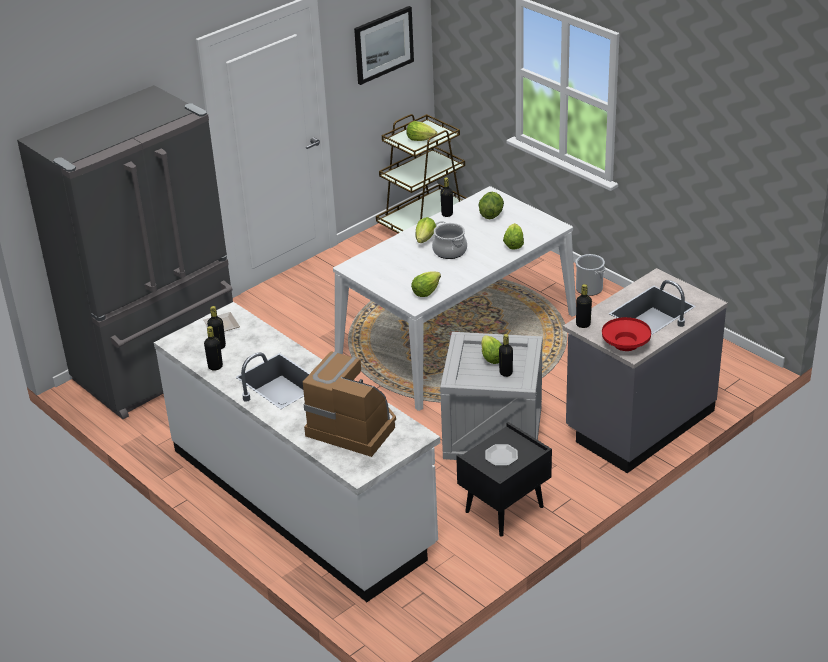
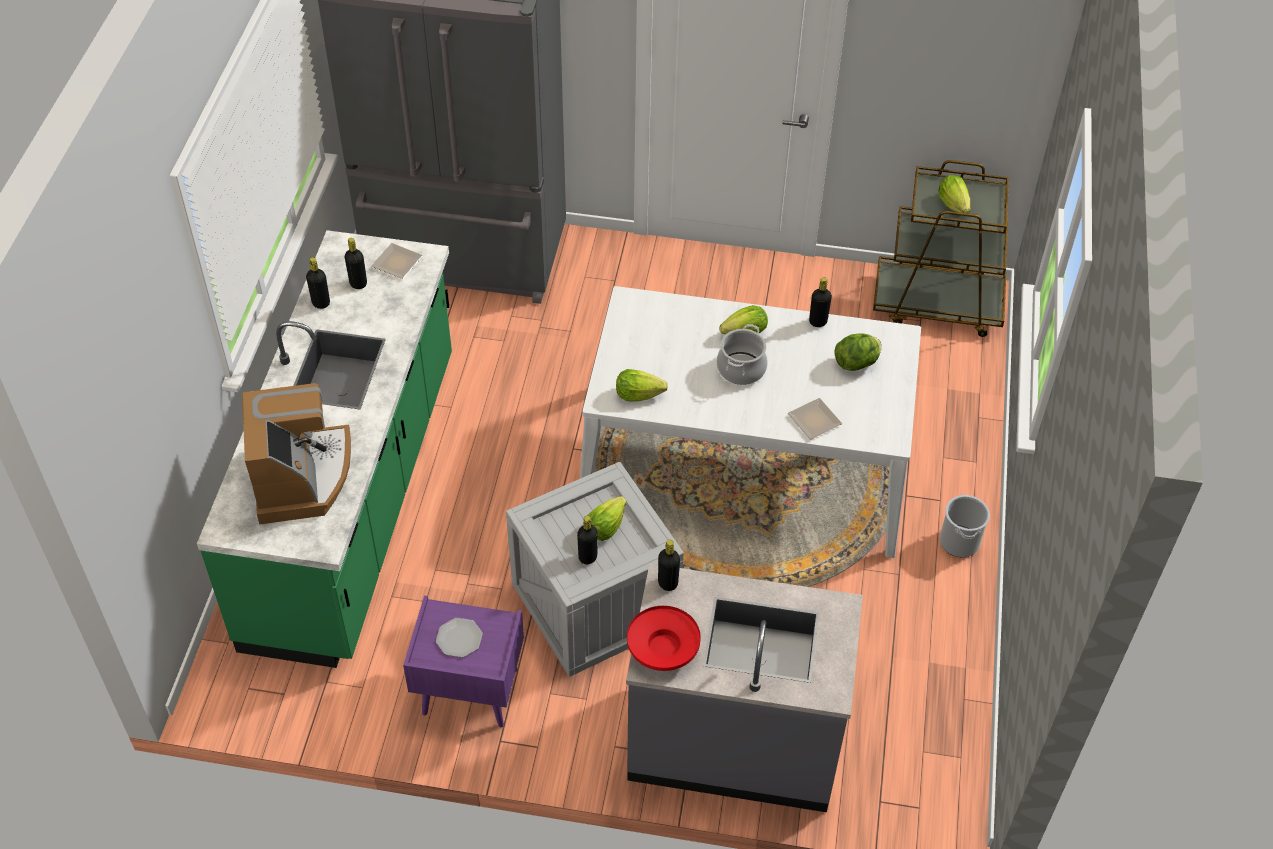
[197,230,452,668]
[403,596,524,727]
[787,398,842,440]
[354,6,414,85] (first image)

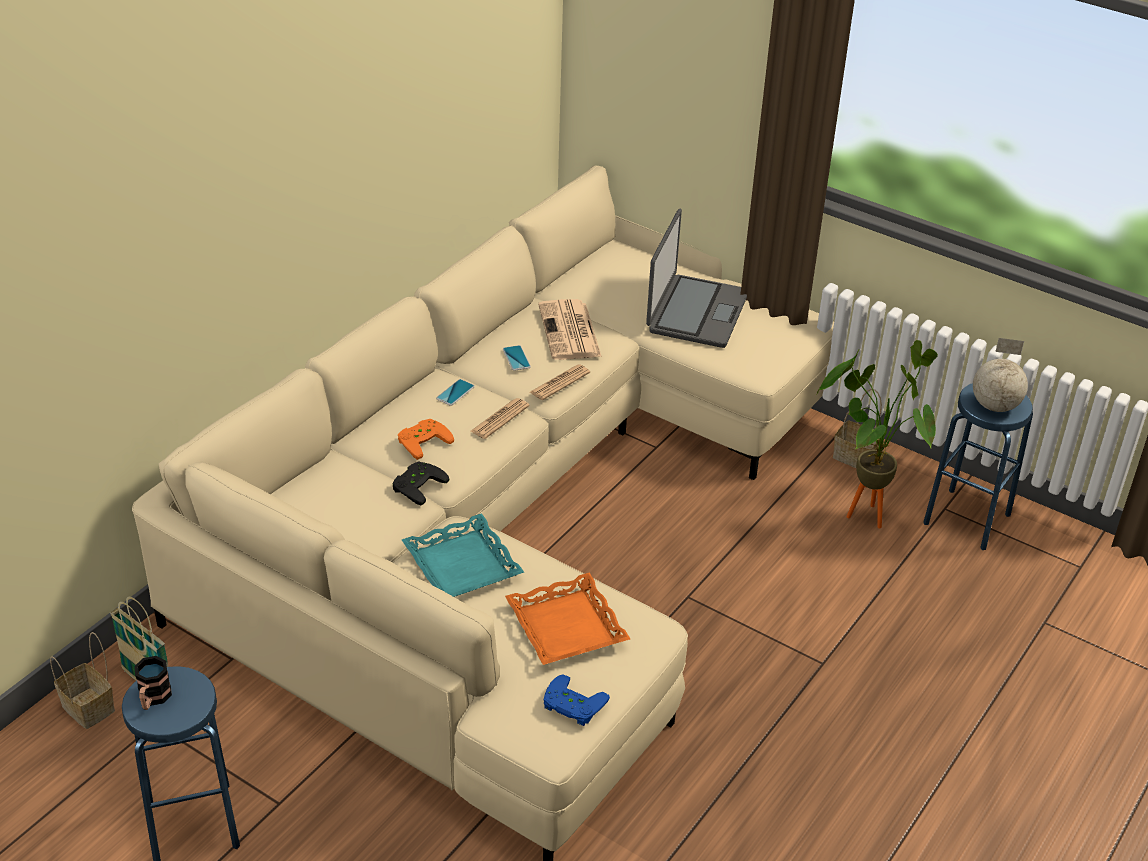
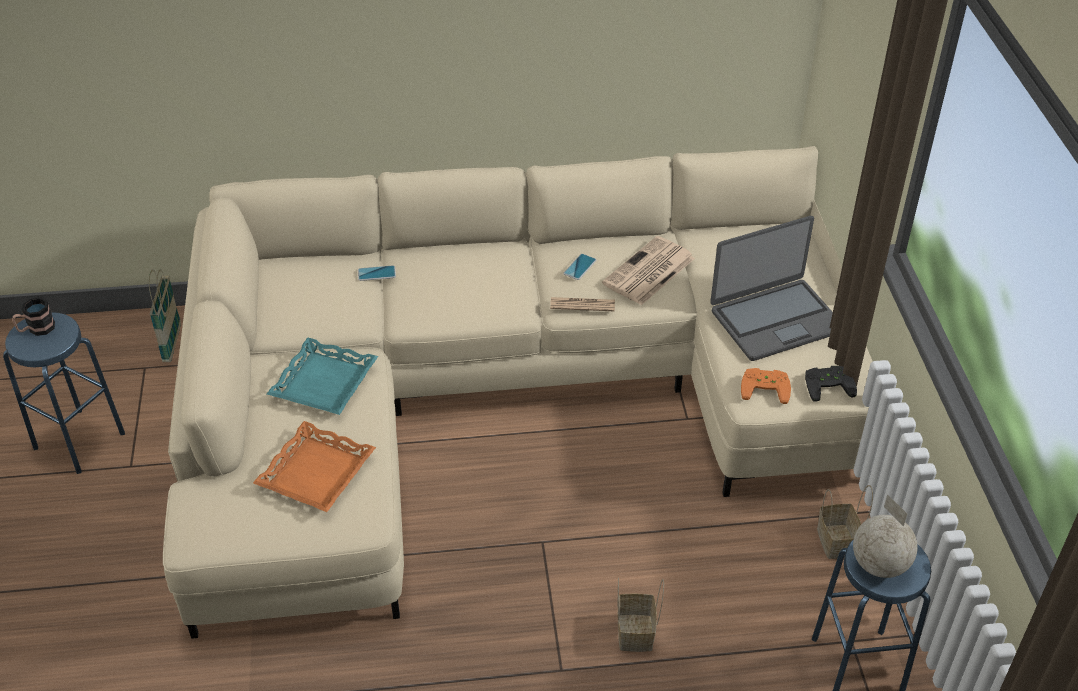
[358,265,396,281]
[617,578,664,652]
[741,368,791,404]
[805,366,857,402]
[470,398,530,439] (first image)
[544,674,610,726] (first image)
[816,340,938,528] (first image)

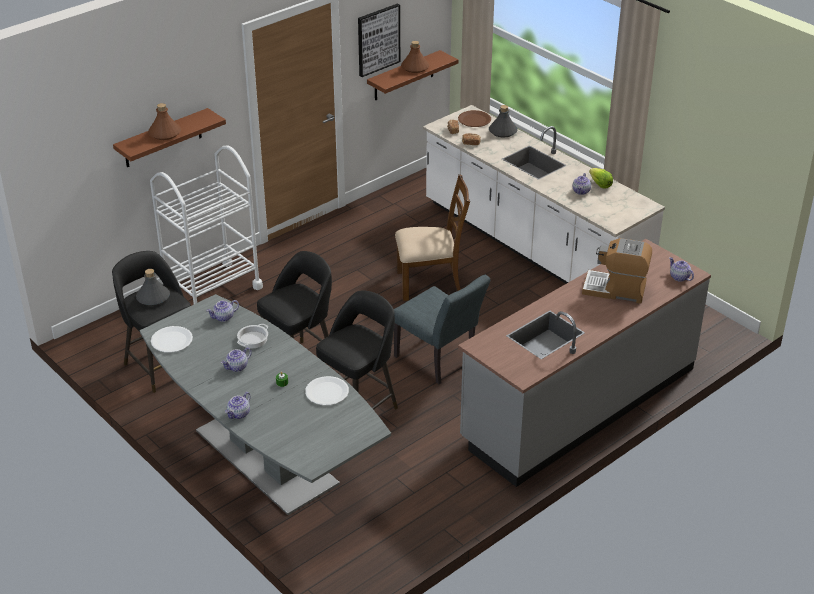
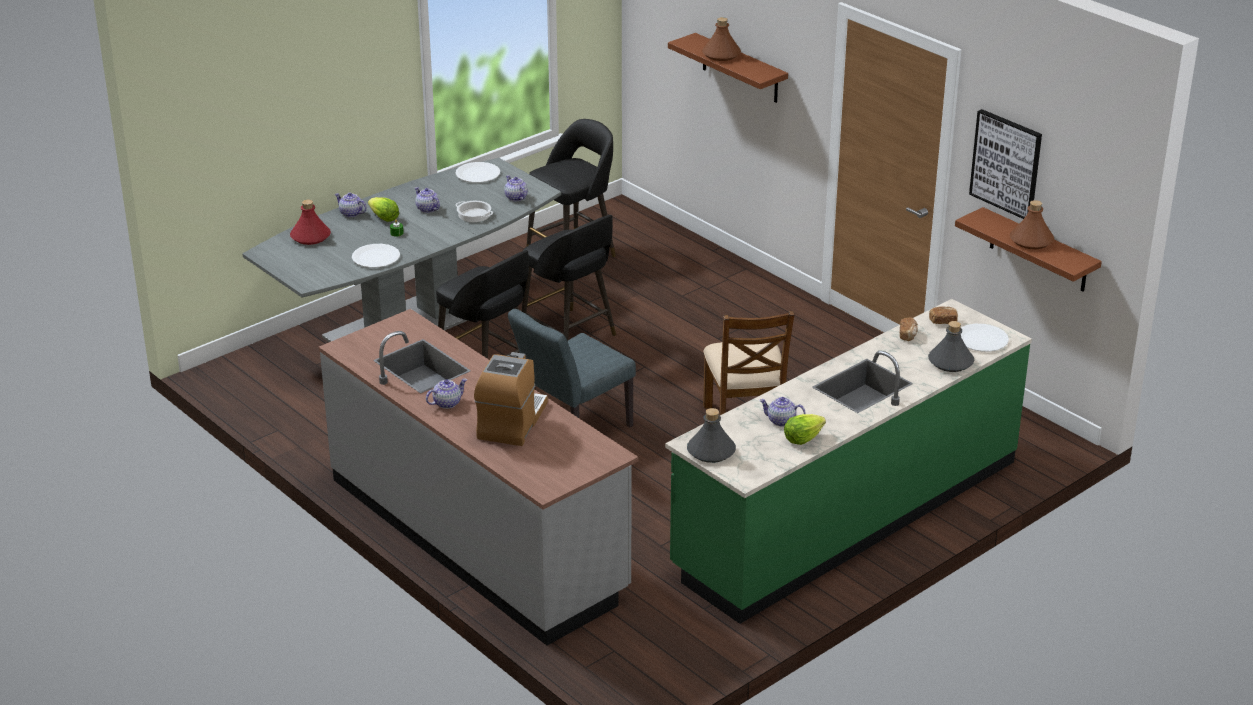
[290,200,331,245]
[368,197,399,222]
[426,378,467,409]
[665,299,1032,624]
[687,408,736,463]
[961,324,1009,352]
[150,146,263,304] (first image)

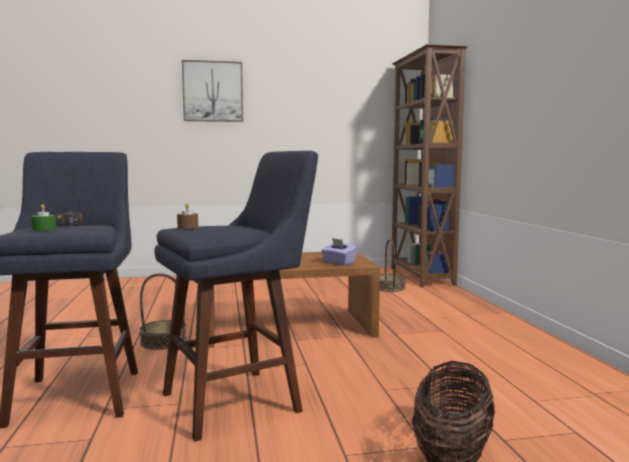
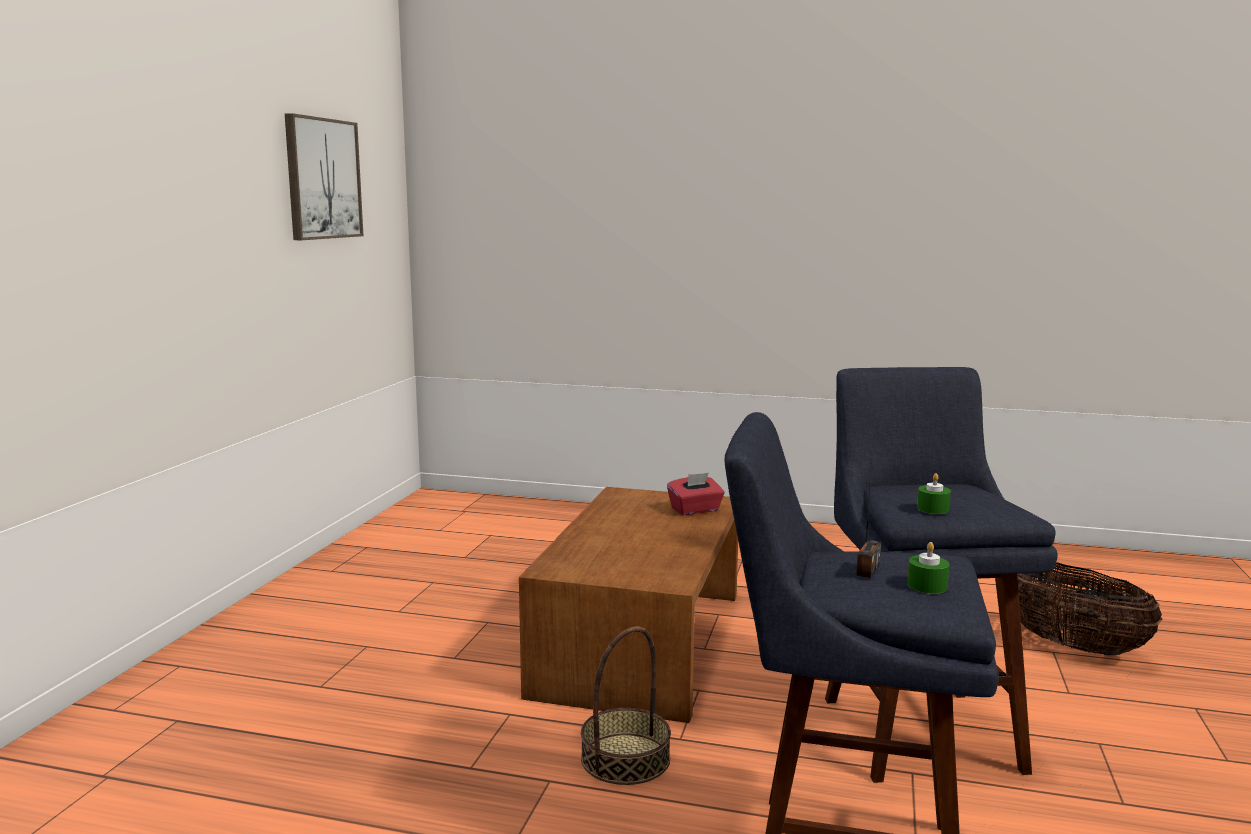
[285,113,364,240]
[667,473,725,515]
[917,473,951,514]
[380,239,406,292] (first image)
[391,44,467,287] (first image)

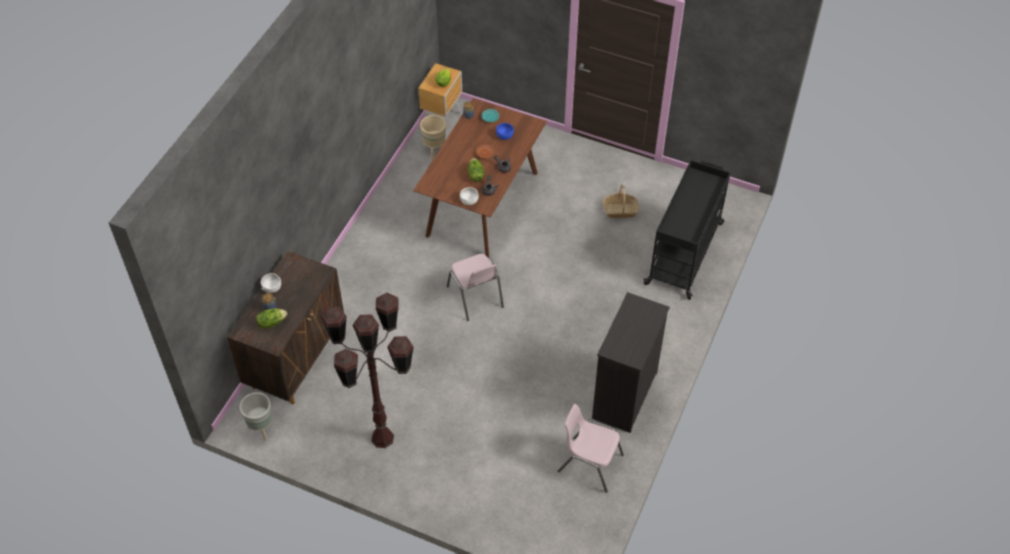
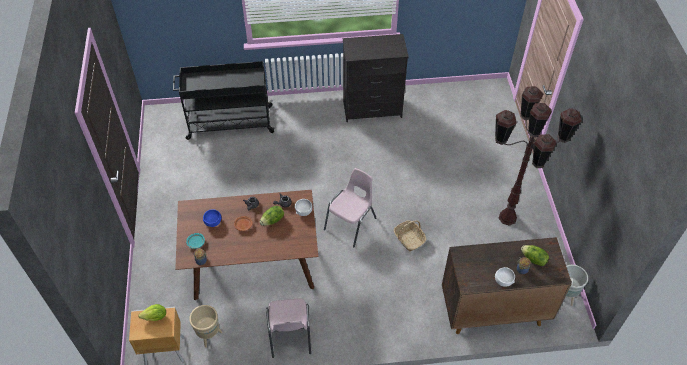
[266,298,311,358]
[394,220,426,251]

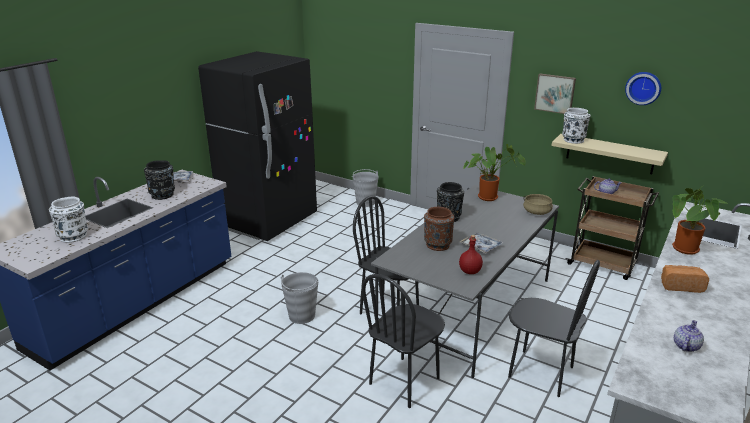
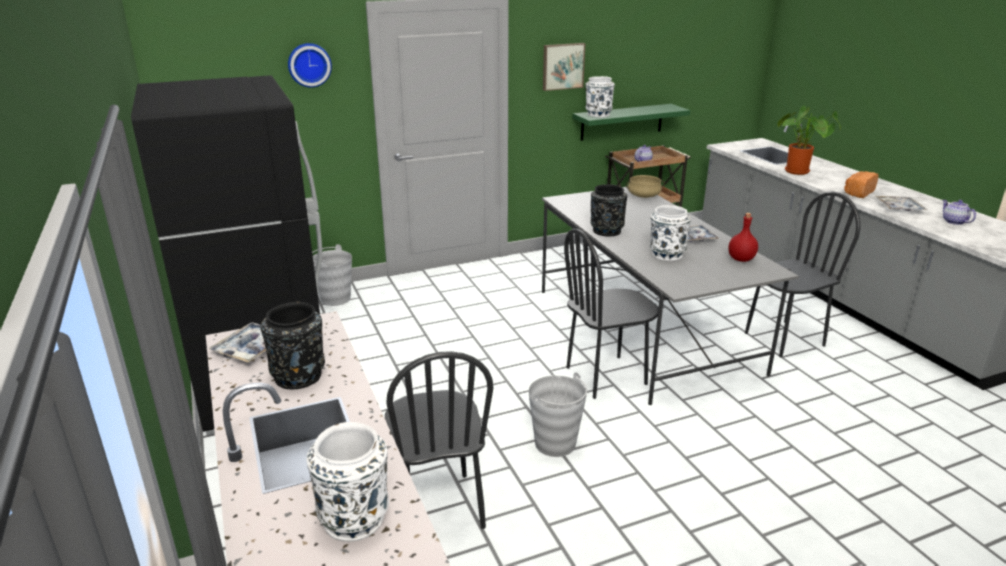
[288,43,332,88]
[385,351,493,529]
[572,104,690,141]
[650,205,691,261]
[876,196,928,211]
[463,144,526,201] (first image)

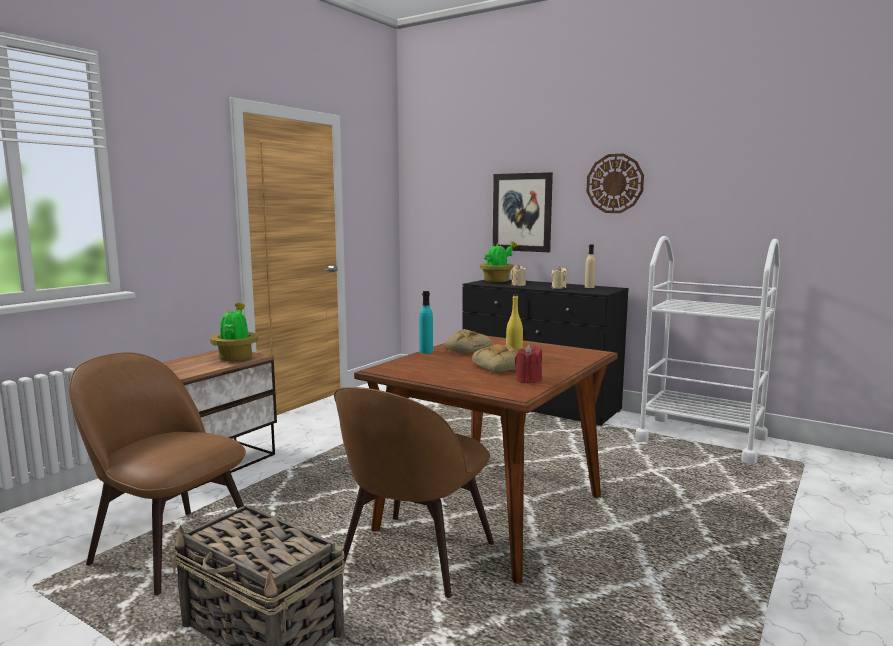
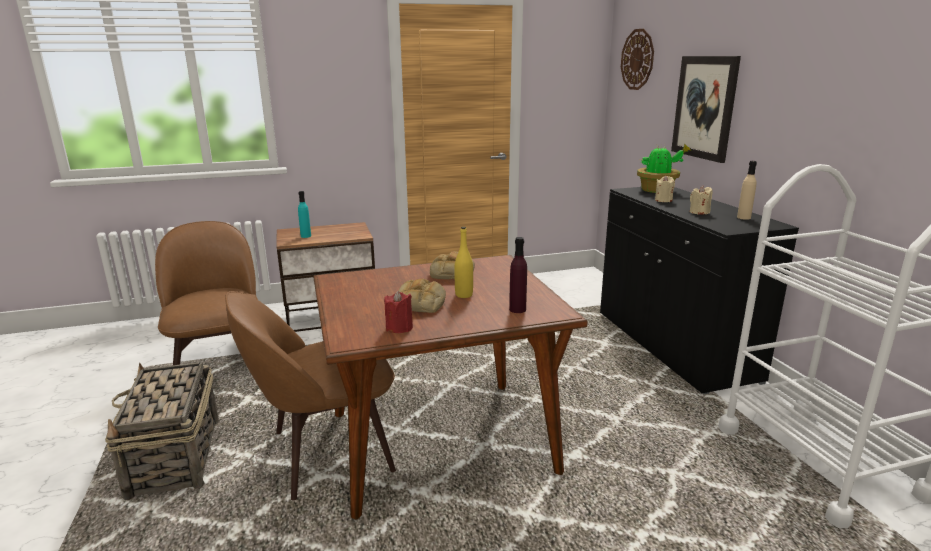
[298,191,311,238]
[509,237,527,313]
[621,29,654,90]
[210,303,258,361] (first image)

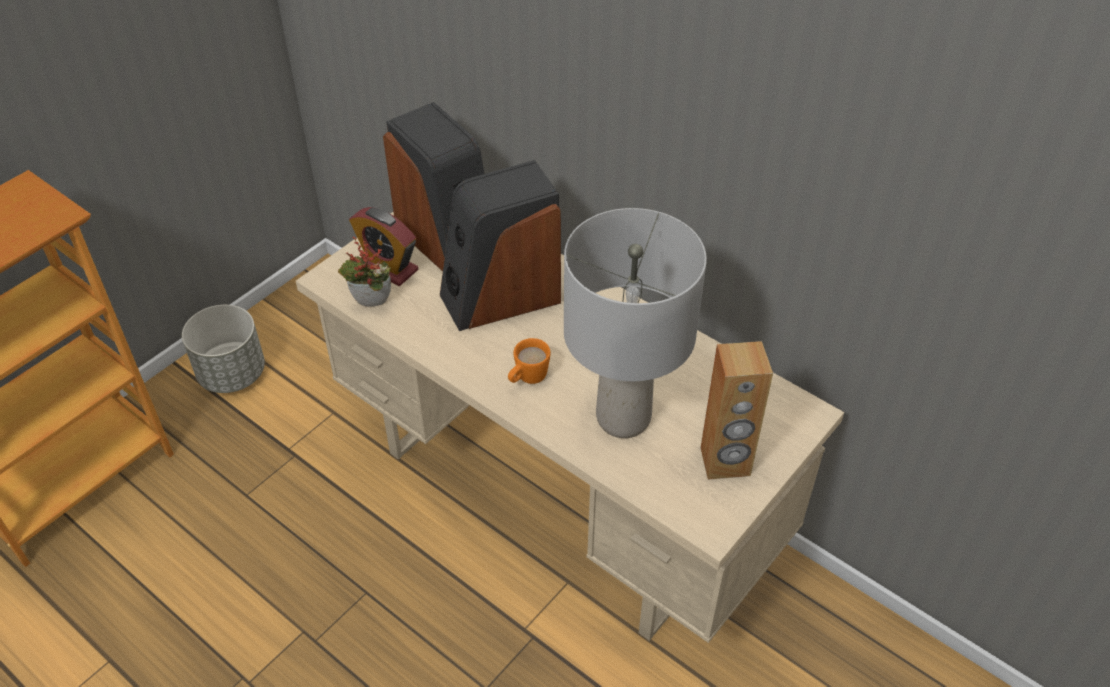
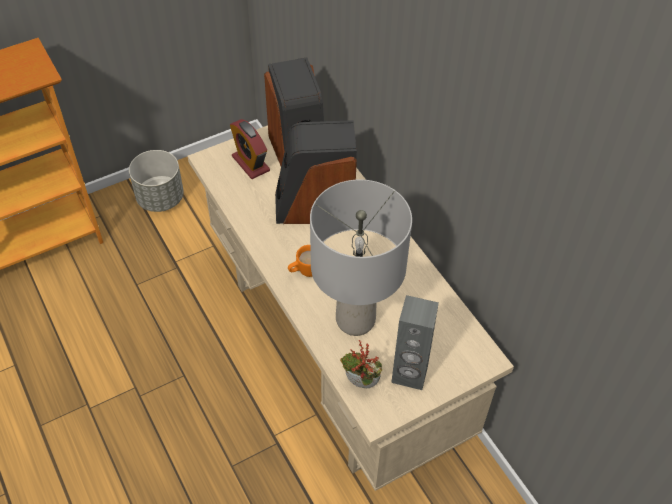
[340,340,383,388]
[391,295,439,390]

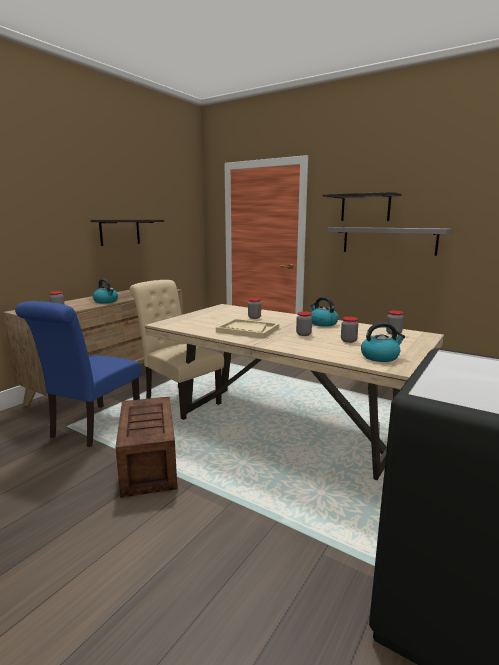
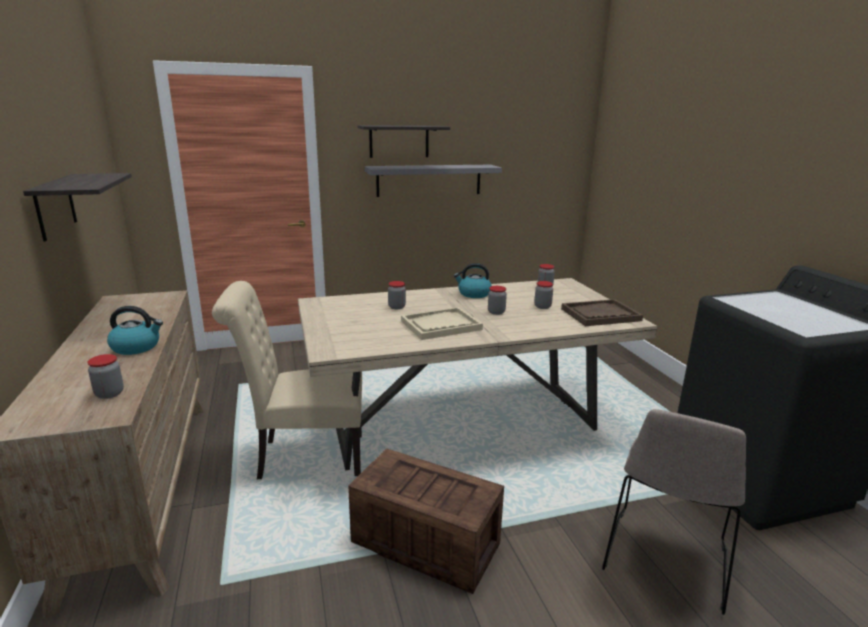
[561,299,643,326]
[602,409,746,615]
[15,301,141,447] (first image)

